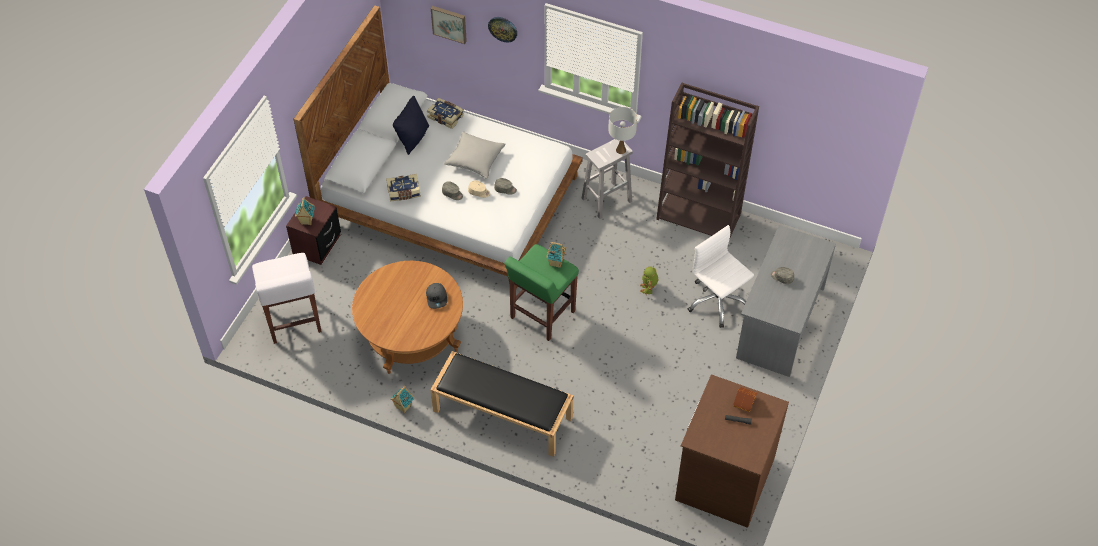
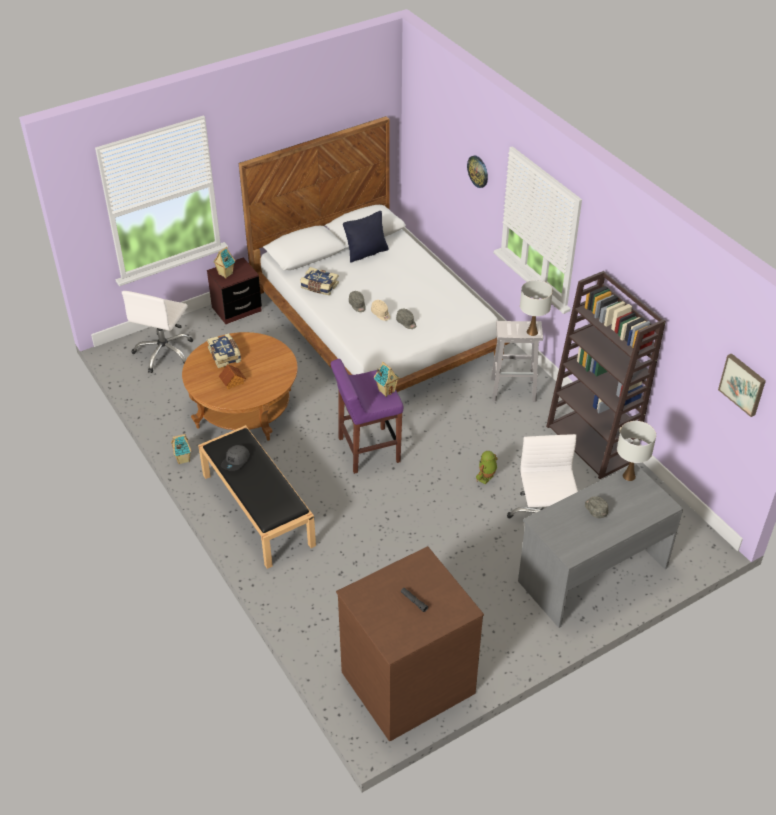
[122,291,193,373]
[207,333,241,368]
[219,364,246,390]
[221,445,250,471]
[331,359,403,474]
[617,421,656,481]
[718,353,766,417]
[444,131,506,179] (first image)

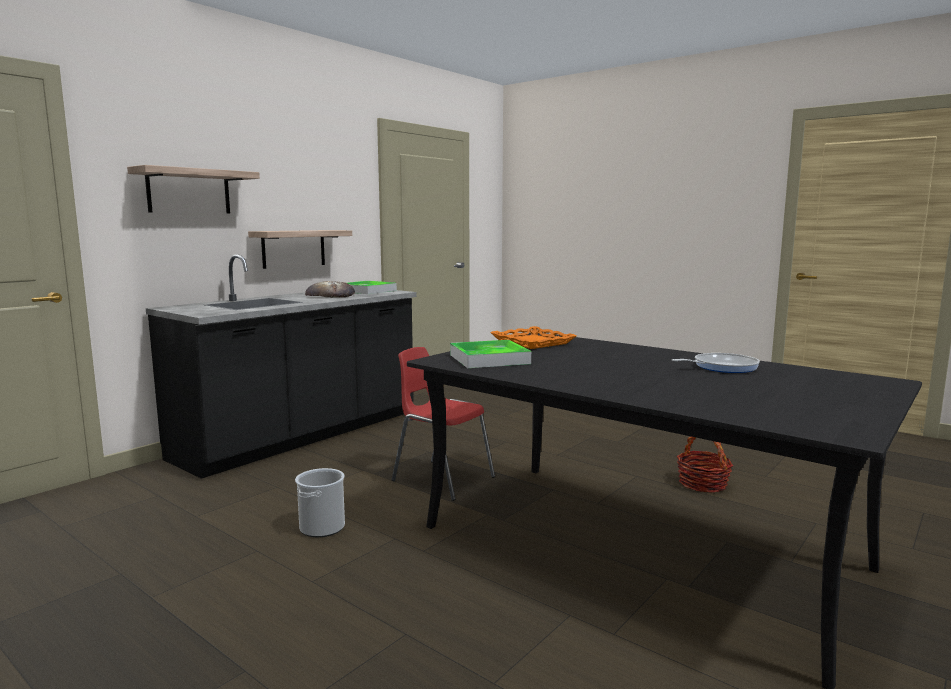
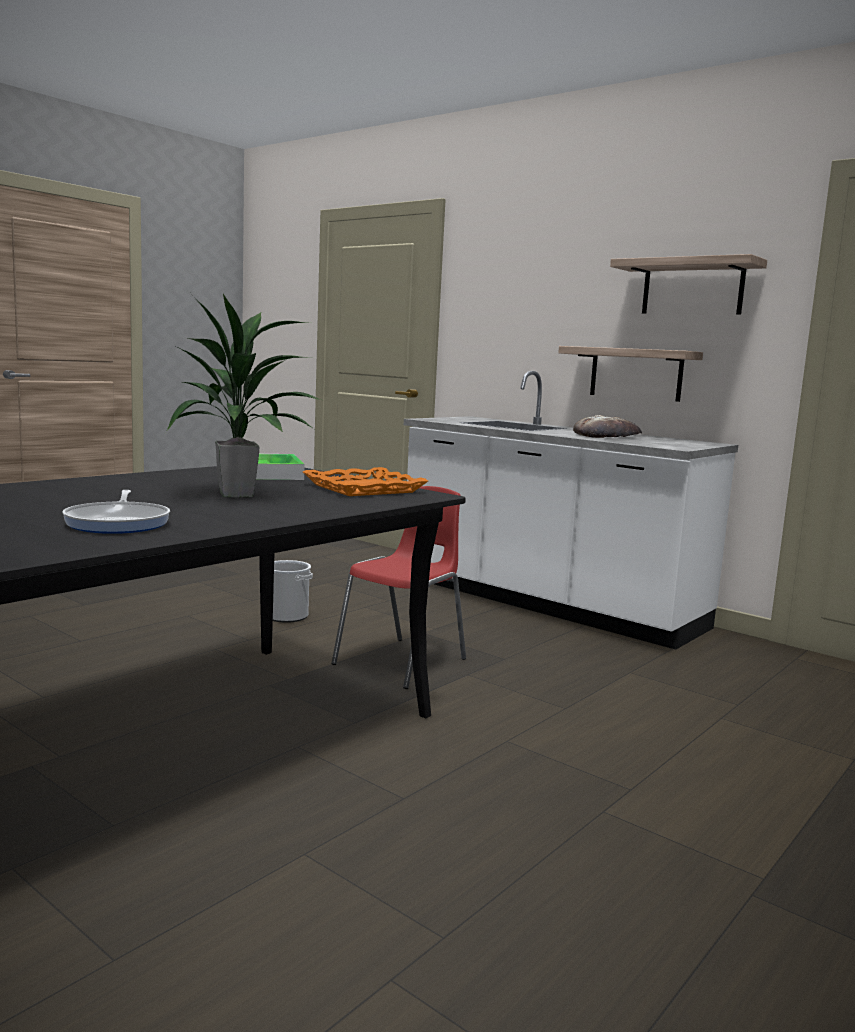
[166,294,321,497]
[404,371,738,650]
[610,254,767,315]
[348,281,397,294] (first image)
[677,437,733,493] (first image)

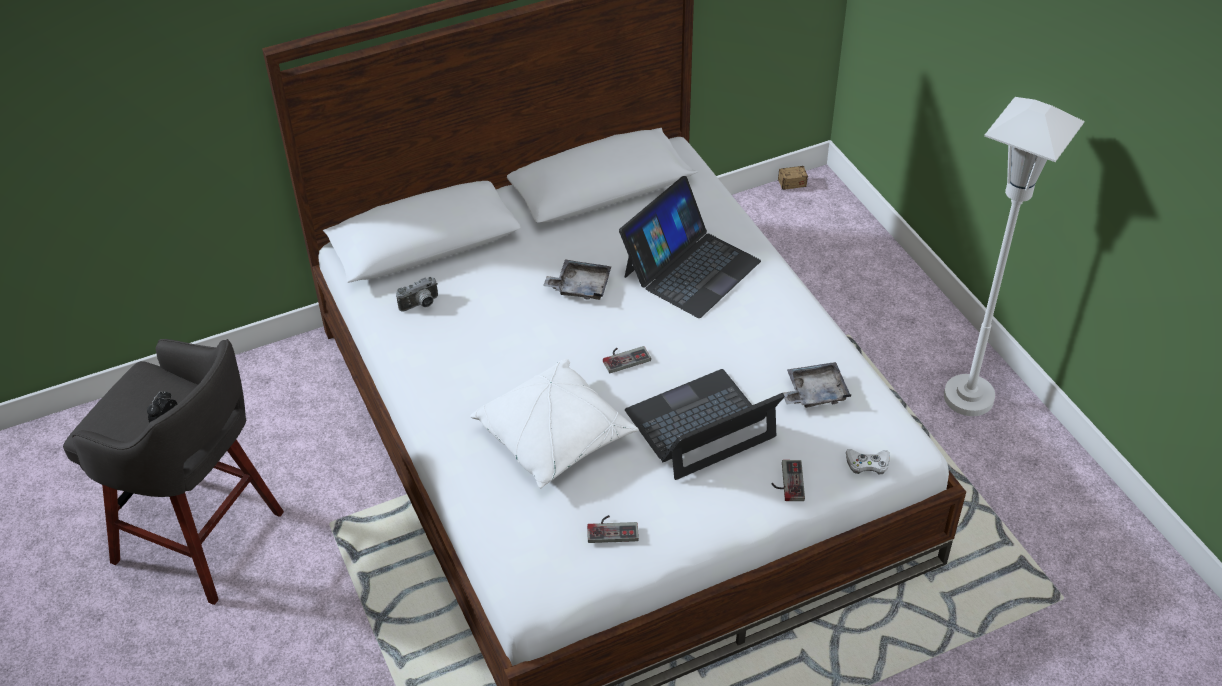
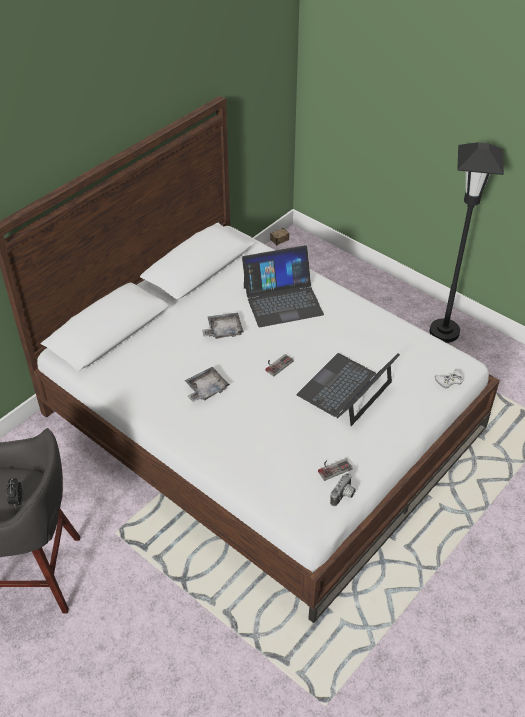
[185,367,230,402]
[242,245,324,327]
[330,473,356,506]
[430,142,504,343]
[470,359,639,488] (first image)
[771,460,805,501] (first image)

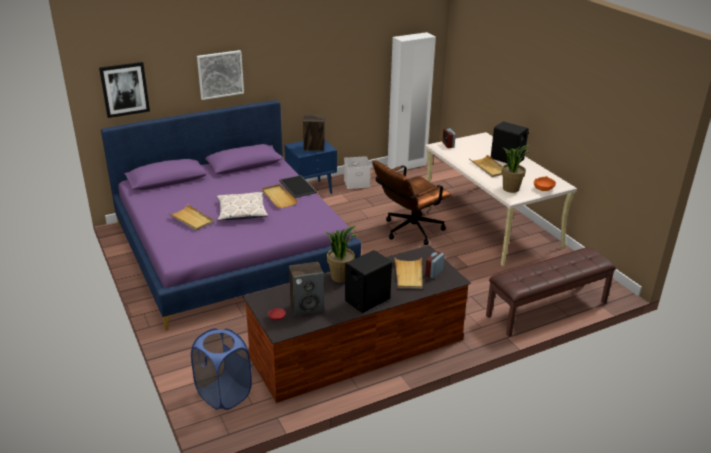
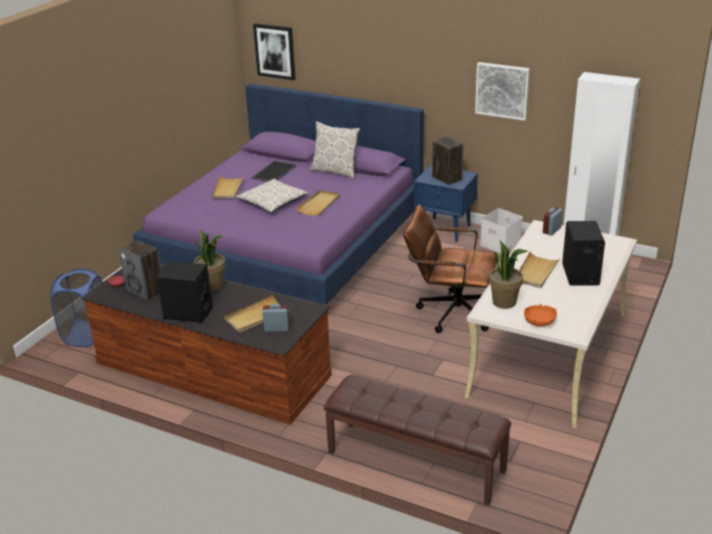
[251,161,296,182]
[310,121,360,179]
[475,62,530,121]

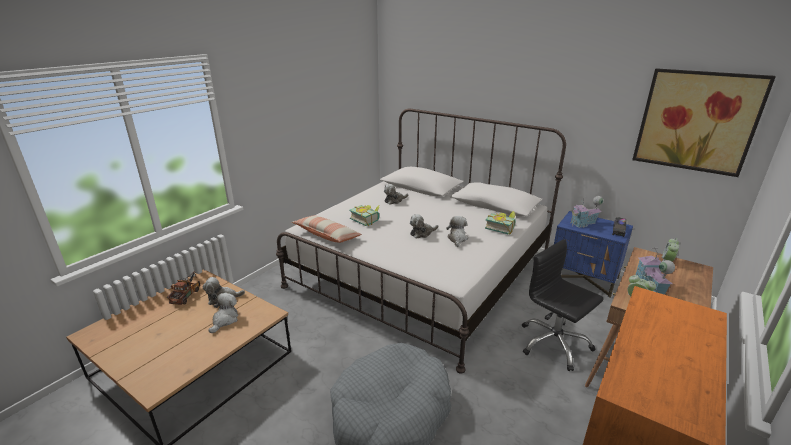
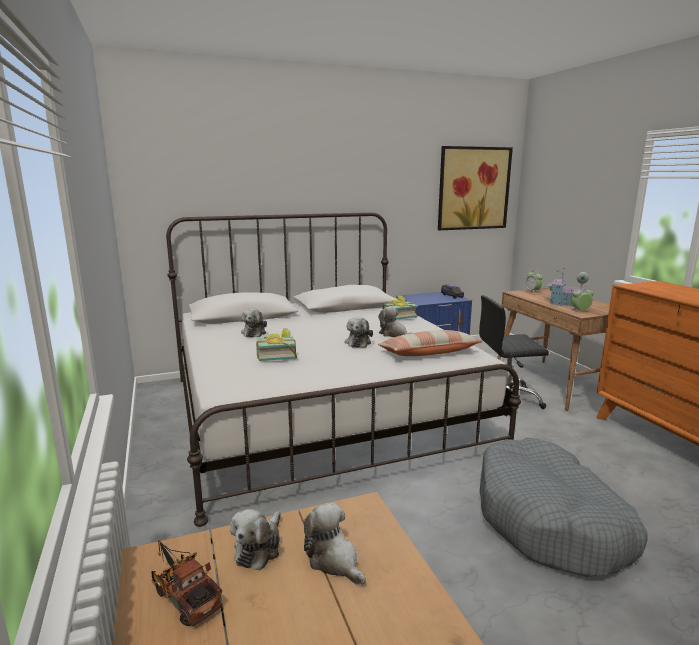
[378,330,483,356]
[570,196,603,228] (first image)

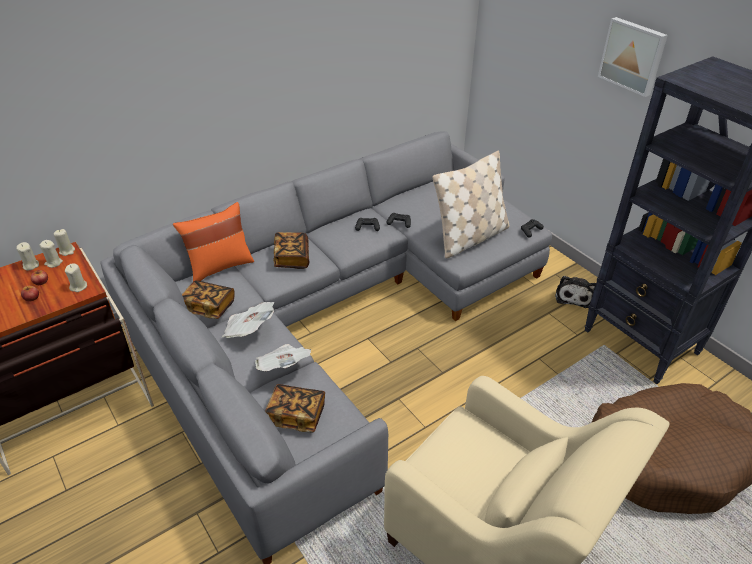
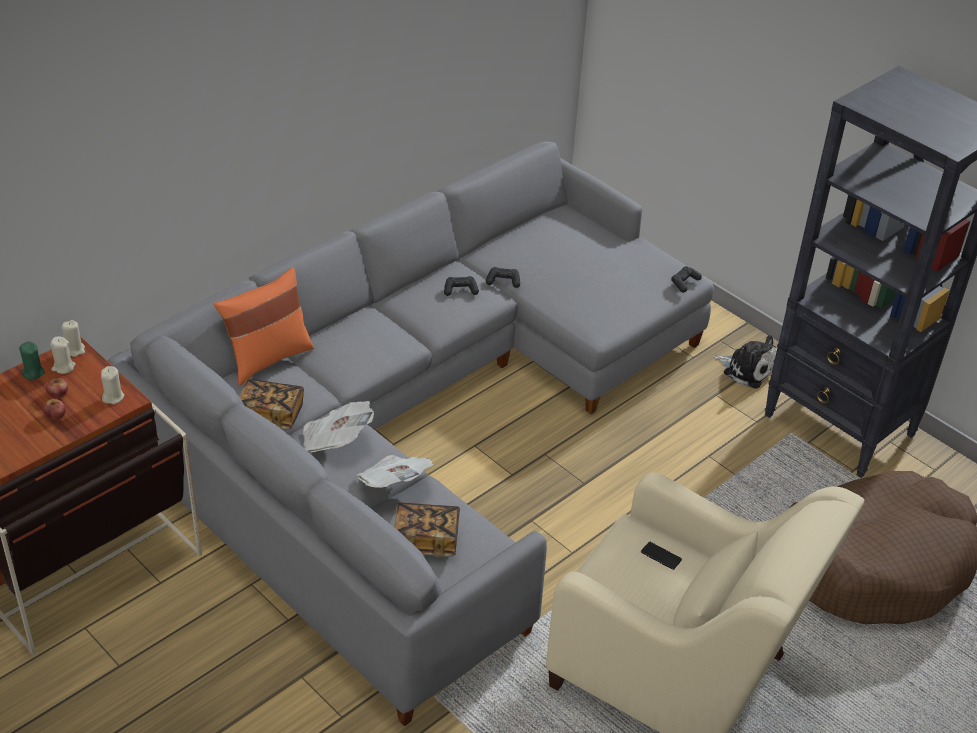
[19,341,45,380]
[641,542,682,570]
[713,335,777,389]
[273,232,309,269] (first image)
[432,151,509,258] (first image)
[598,17,668,97] (first image)

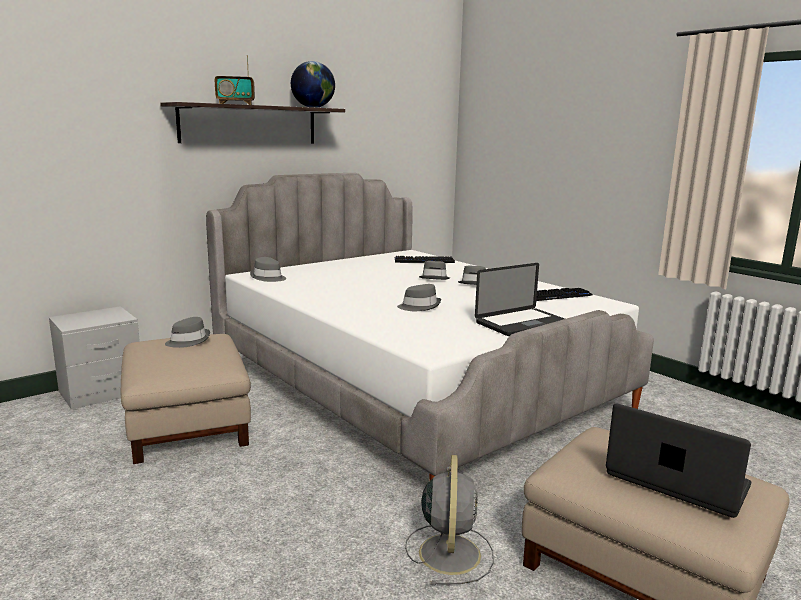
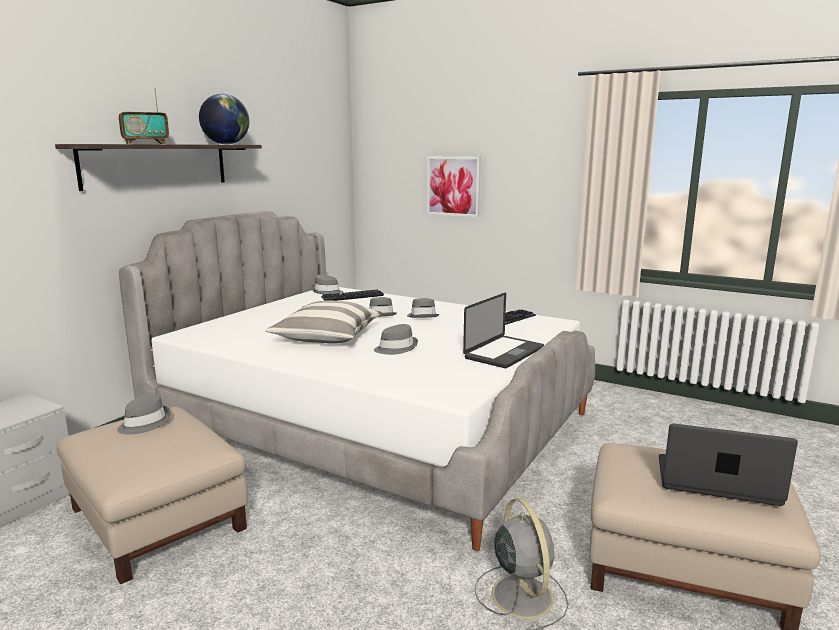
[266,301,382,344]
[311,275,343,295]
[427,157,481,217]

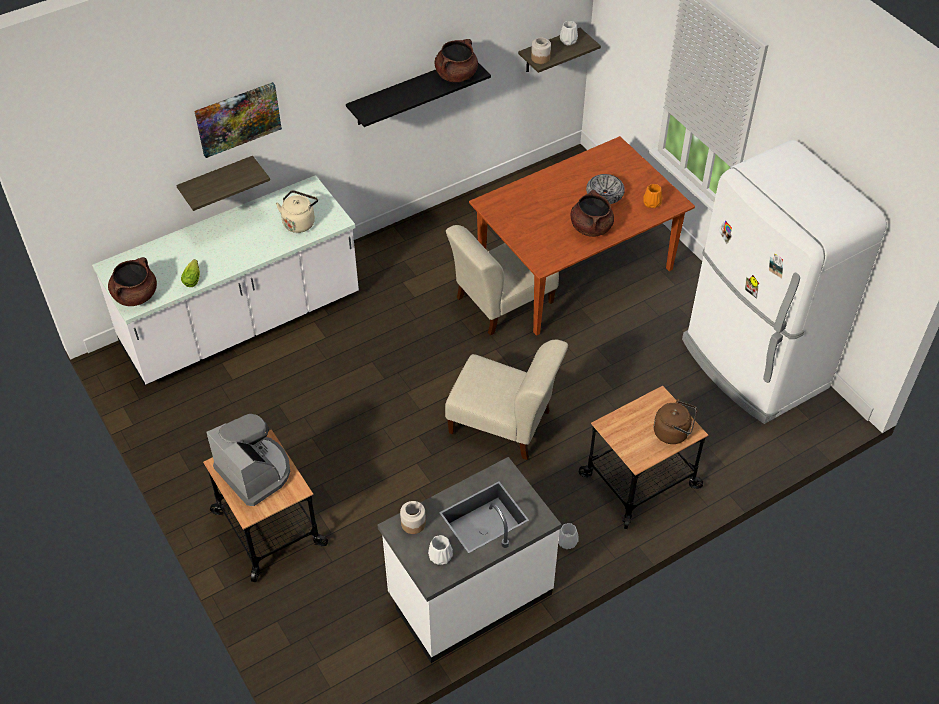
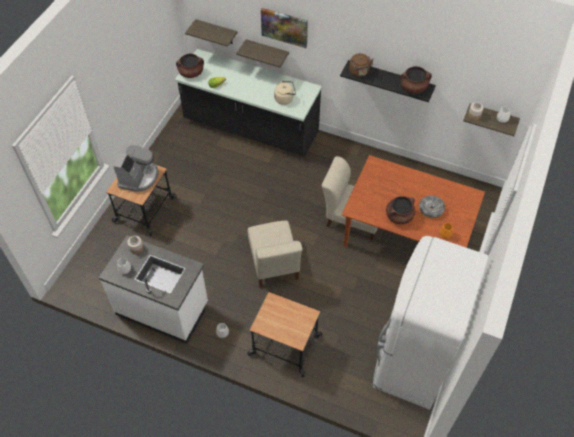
[175,49,322,157]
[185,19,238,47]
[349,53,374,77]

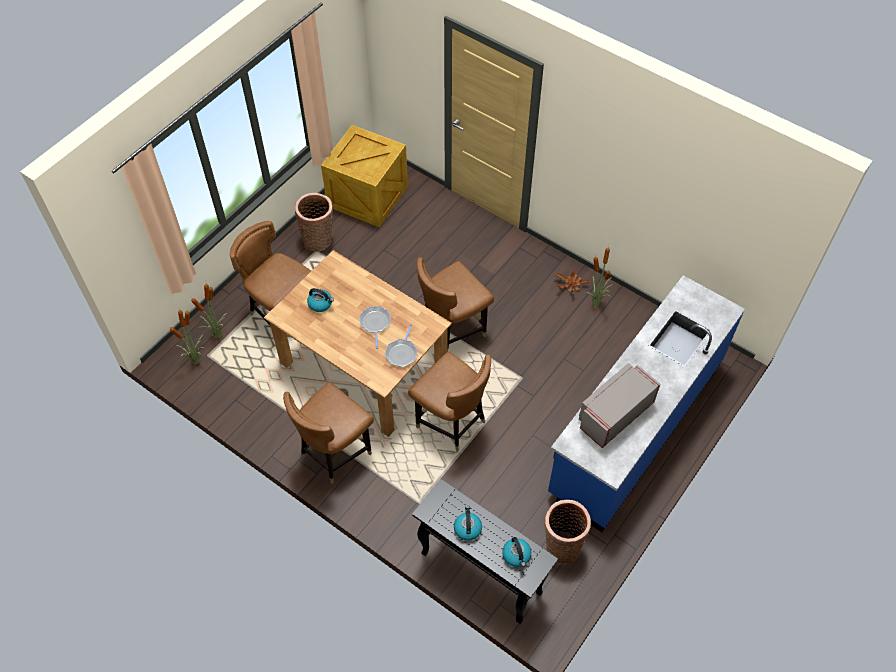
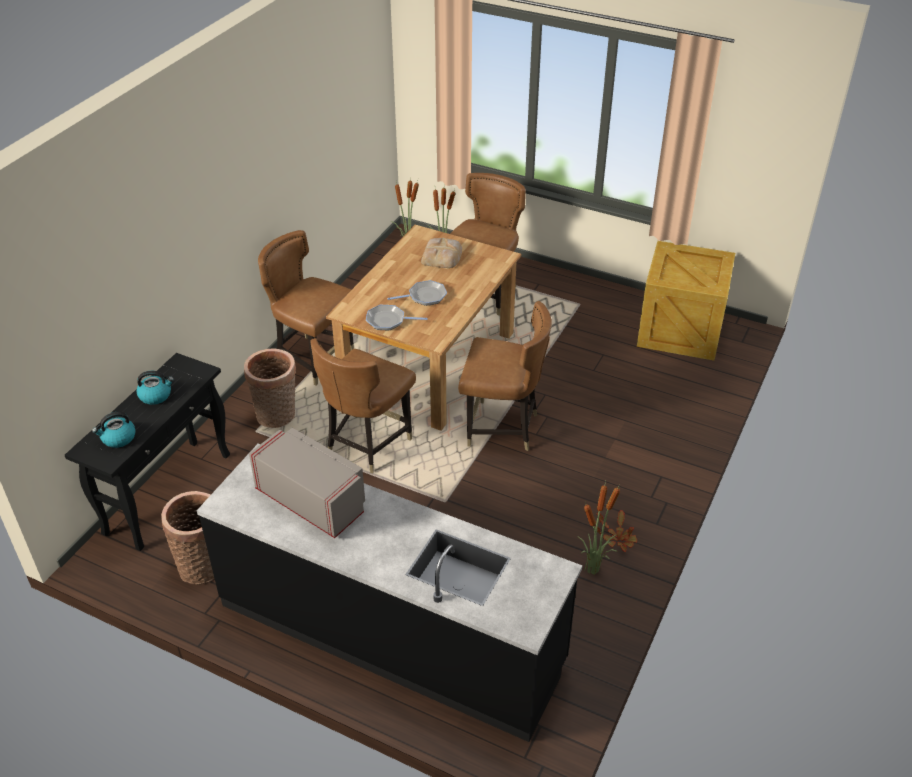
[197,444,582,742]
[244,349,296,428]
[421,238,462,268]
[458,301,552,451]

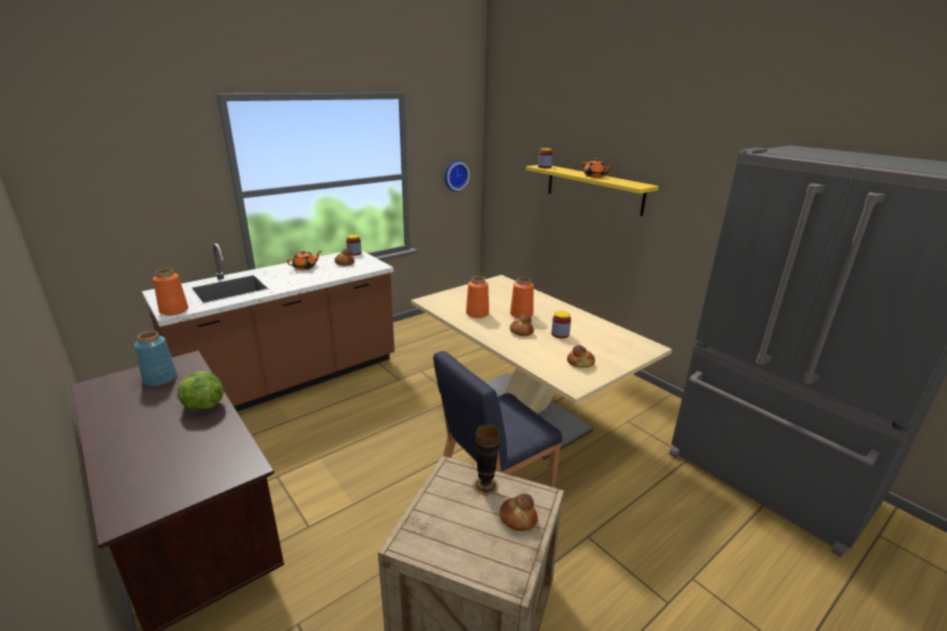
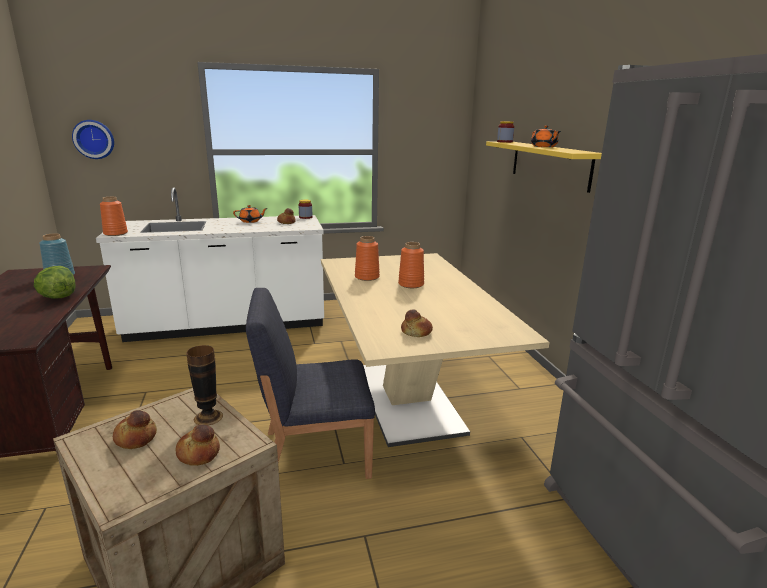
[72,120,114,159]
[96,187,324,342]
[113,410,157,449]
[551,311,571,338] (first image)

